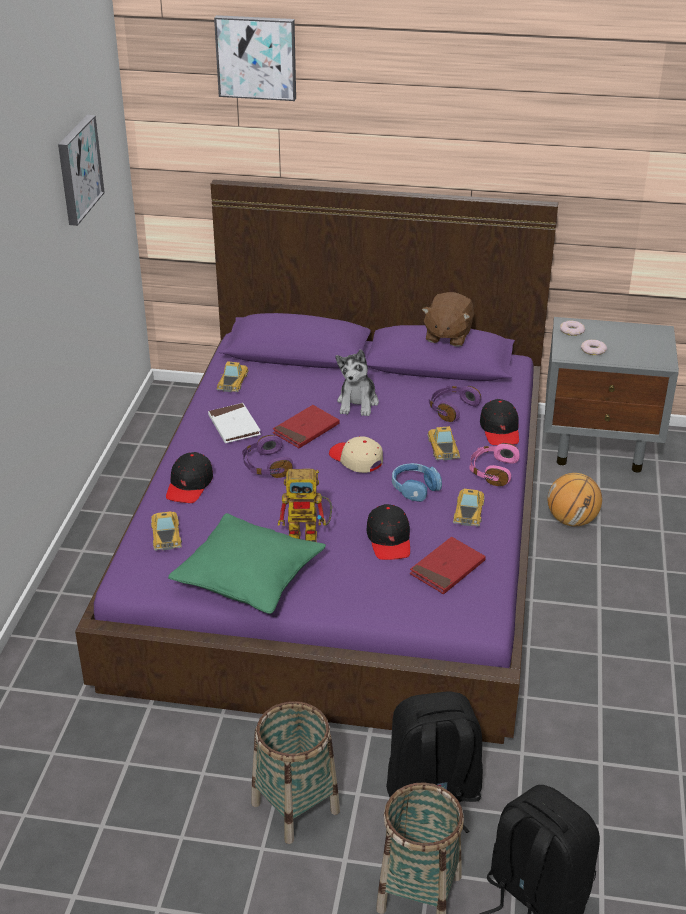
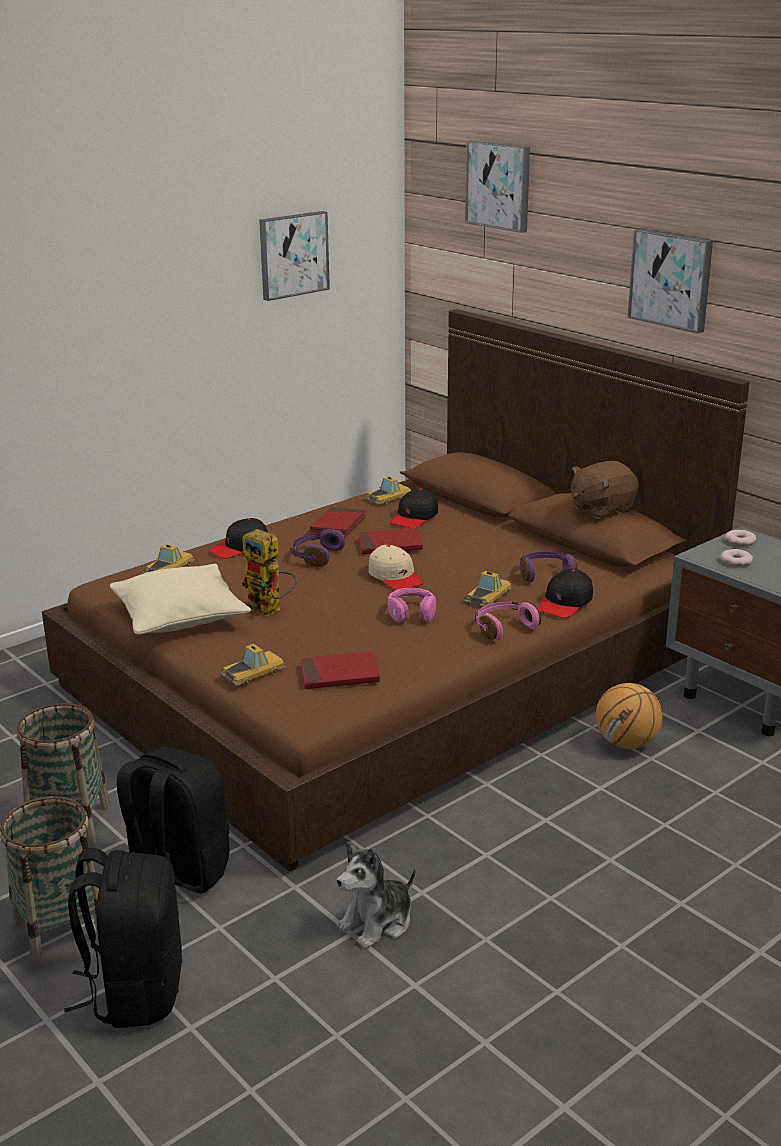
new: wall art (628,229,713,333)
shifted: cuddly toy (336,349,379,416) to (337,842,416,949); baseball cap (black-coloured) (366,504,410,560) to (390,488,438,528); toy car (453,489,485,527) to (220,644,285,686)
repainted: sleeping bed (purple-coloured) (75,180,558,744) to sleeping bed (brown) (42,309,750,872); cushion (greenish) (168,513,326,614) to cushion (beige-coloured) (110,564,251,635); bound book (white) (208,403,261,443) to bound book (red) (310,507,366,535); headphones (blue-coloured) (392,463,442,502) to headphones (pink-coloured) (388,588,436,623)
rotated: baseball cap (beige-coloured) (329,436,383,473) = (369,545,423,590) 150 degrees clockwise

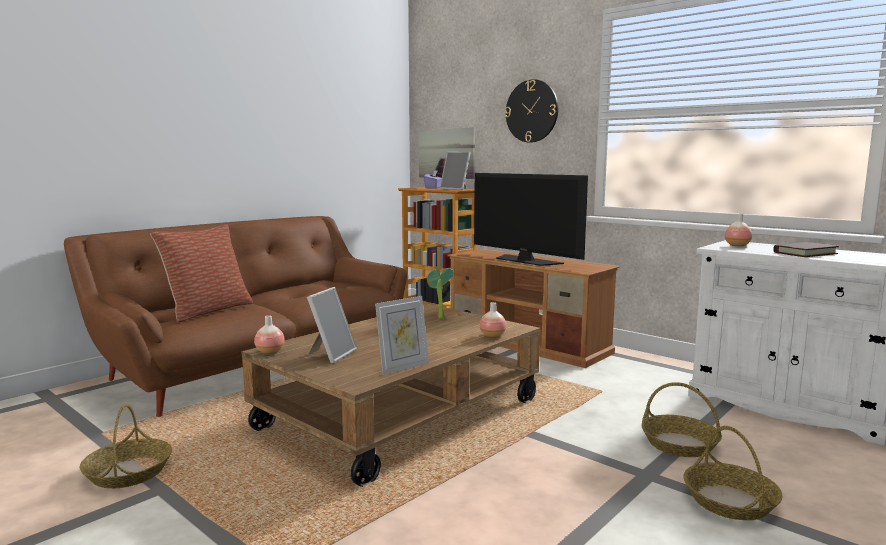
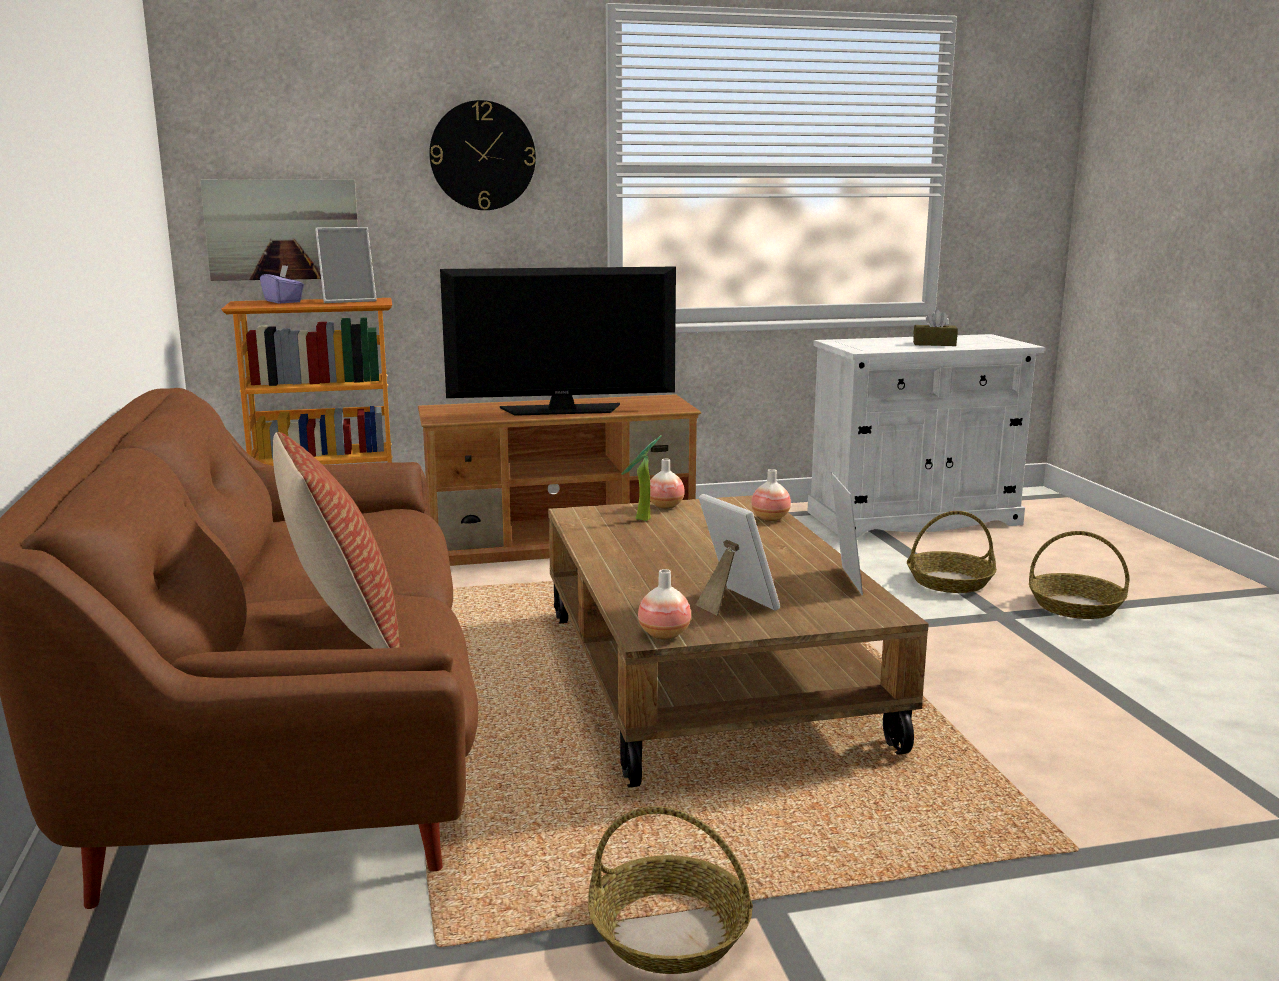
shifted: decorative vase (725,214,752,247) to (650,459,685,509)
swapped: bound book (brown) (773,242,839,257) to box of tissues (brown) (913,309,958,346)

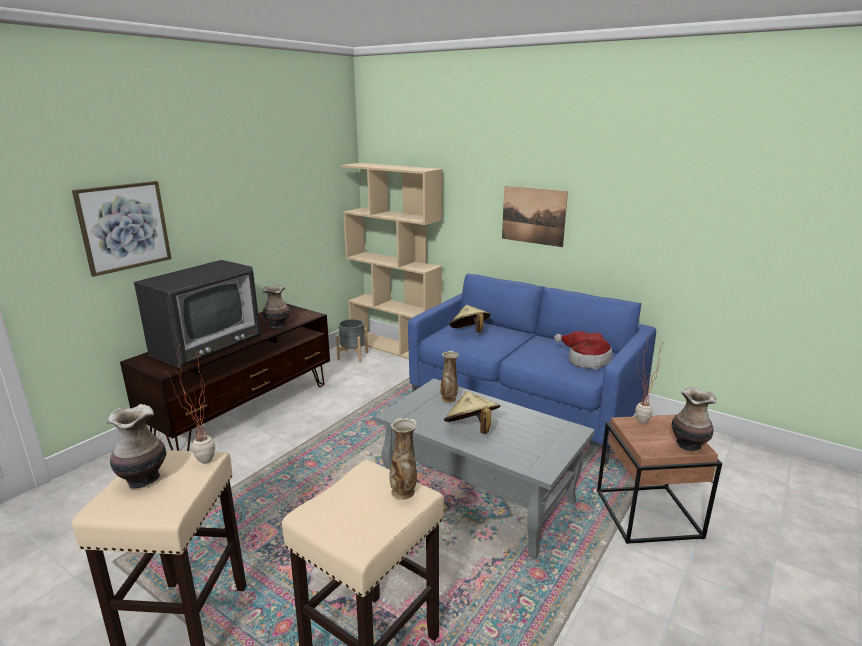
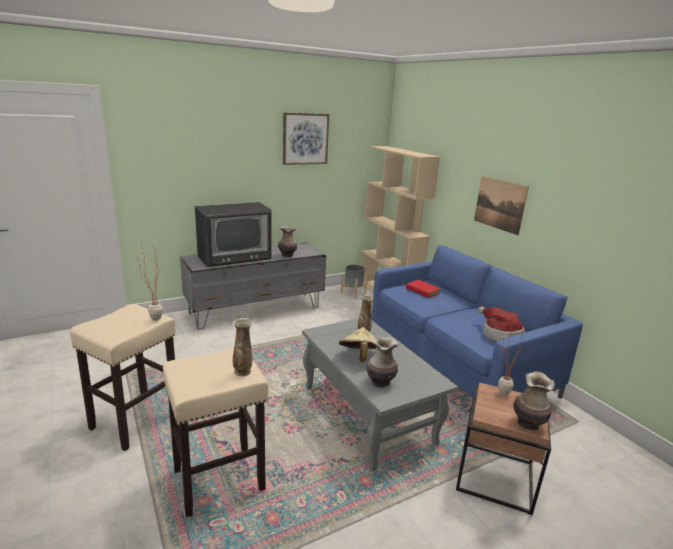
shifted: wall art (72,181,171,277) to (283,112,329,165); decorative vase (106,404,166,489) to (366,336,398,388)
swapped: wearable hat (beige-coloured) (450,305,490,333) to bound book (red) (406,280,441,299)
repainted: tv stand (brown) (120,303,330,451) to tv stand (gray) (180,243,326,330)

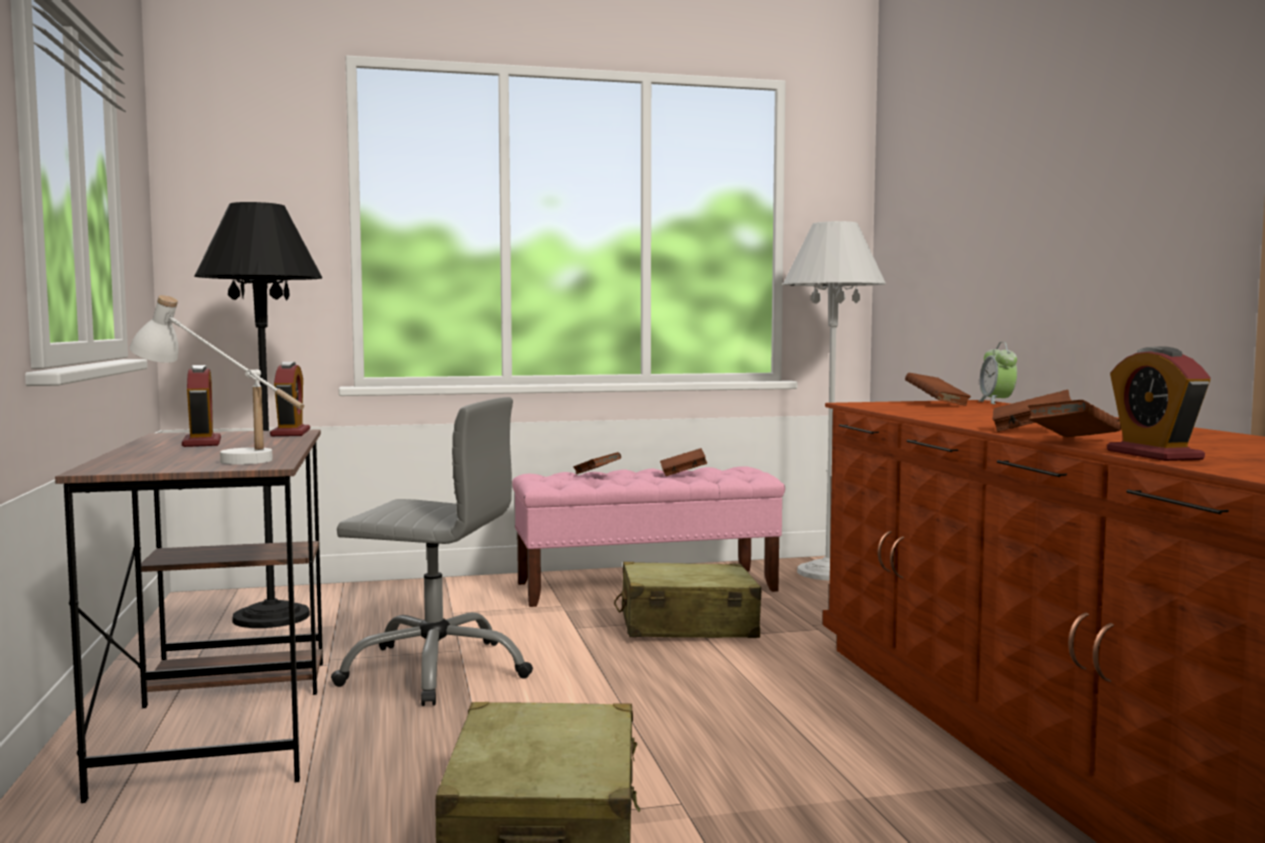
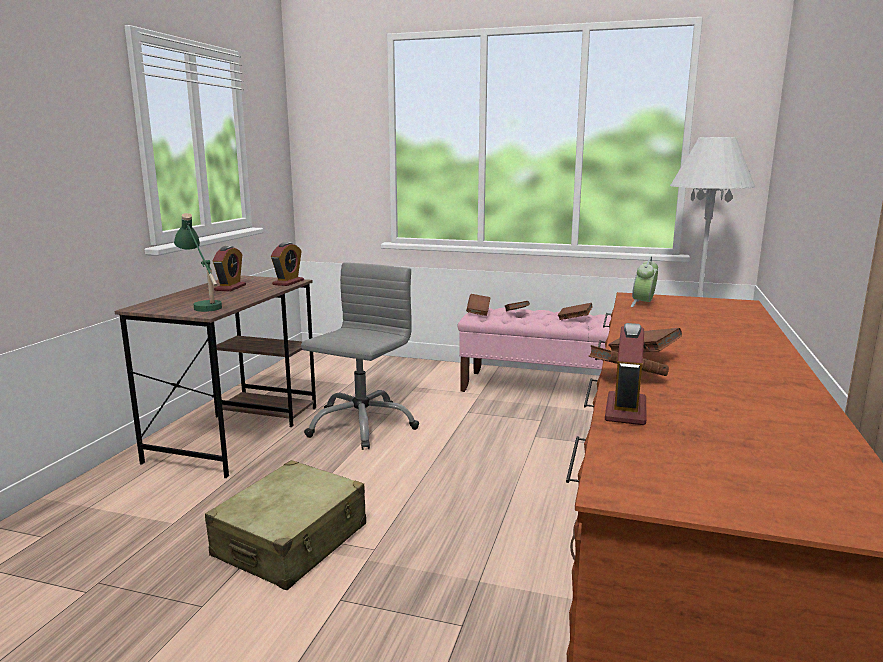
gone: floor lamp (black-coloured) (195,202,322,628); suitcase (beige-coloured) (614,562,761,638)
shifted: bound book (brown) (905,373,971,406) to (466,294,491,316); bedside clock (979,342,1017,404) to (631,256,658,307)
repainted: table lamp (white) (129,295,304,465) to table lamp (greenish) (174,213,222,312)
rotated: desk chair (gray) (331,397,533,706) = (301,262,419,450) 105 degrees counterclockwise

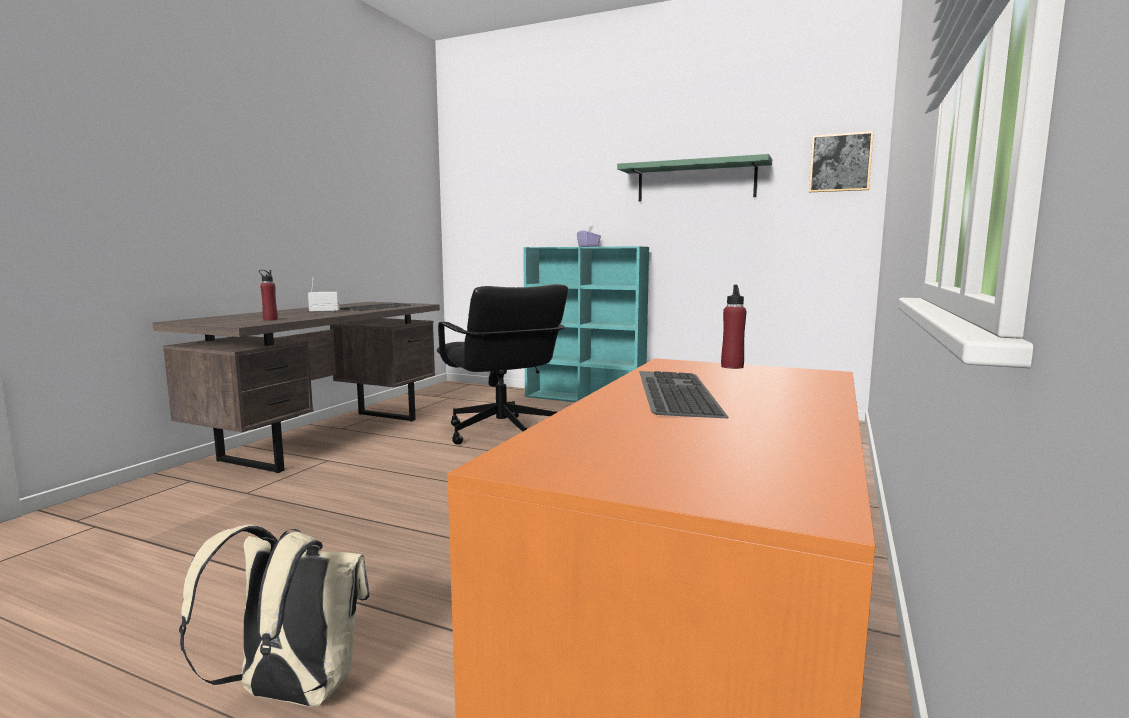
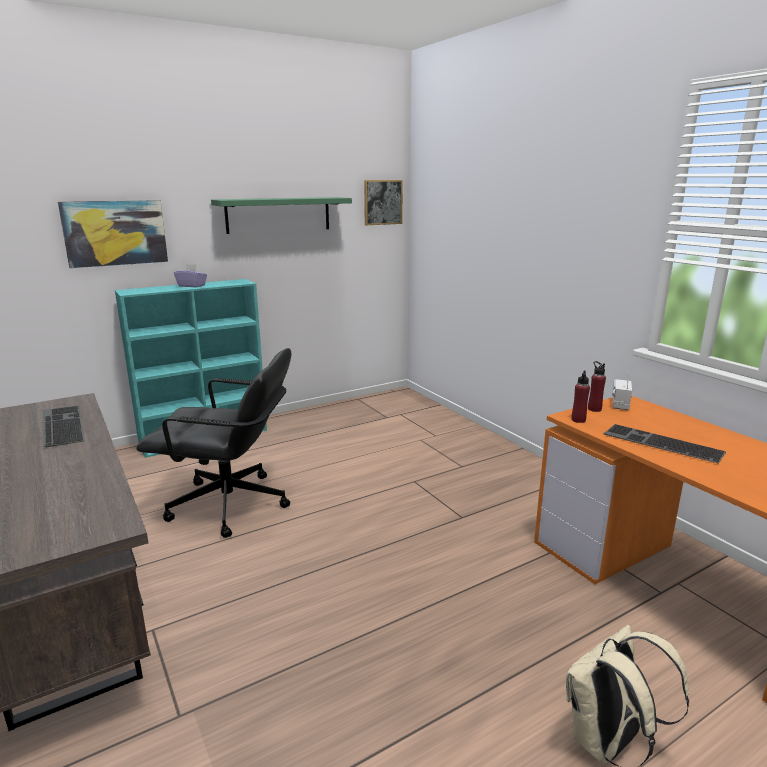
new: wall art (58,200,168,268)
shifted: drink bottle (red) (259,270,278,321) to (571,370,590,423); radio receiver (308,277,339,313) to (612,372,632,410)

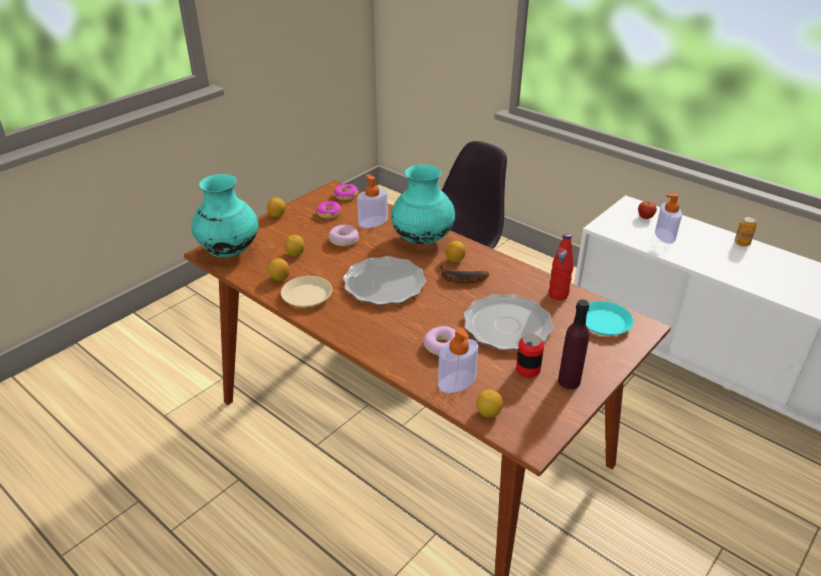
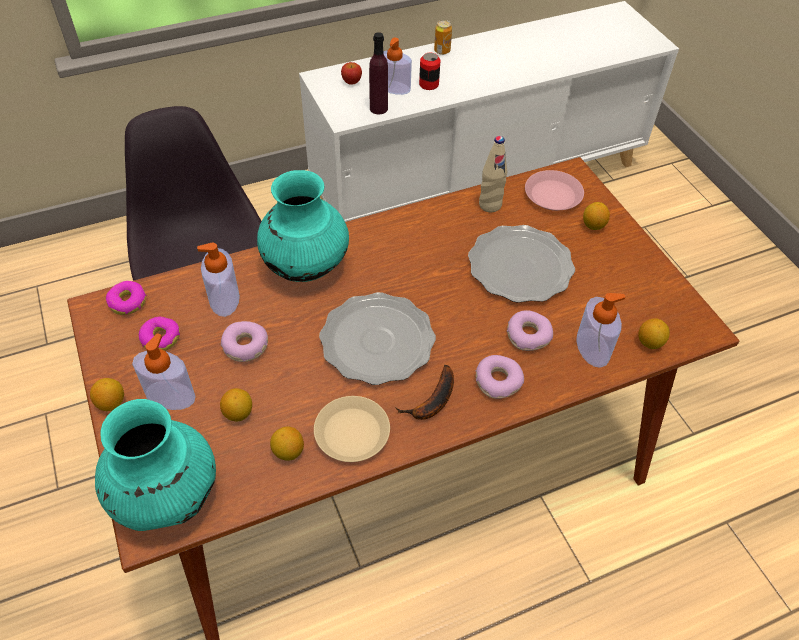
new: soap dispenser (132,334,196,410); donut (475,355,524,399)
shifted: banana (441,265,489,283) to (395,365,454,420); lemon (445,241,466,262) to (583,202,610,230); metal can (516,334,544,378) to (419,53,441,90); drink bottle (purple-coloured) (558,300,589,389) to (369,32,388,114)
repainted: drink bottle (red) (548,233,574,300) to drink bottle (beige-coloured) (479,136,507,212); dinner plate (blue-green) (586,301,634,336) to dinner plate (pink-coloured) (525,170,584,211)

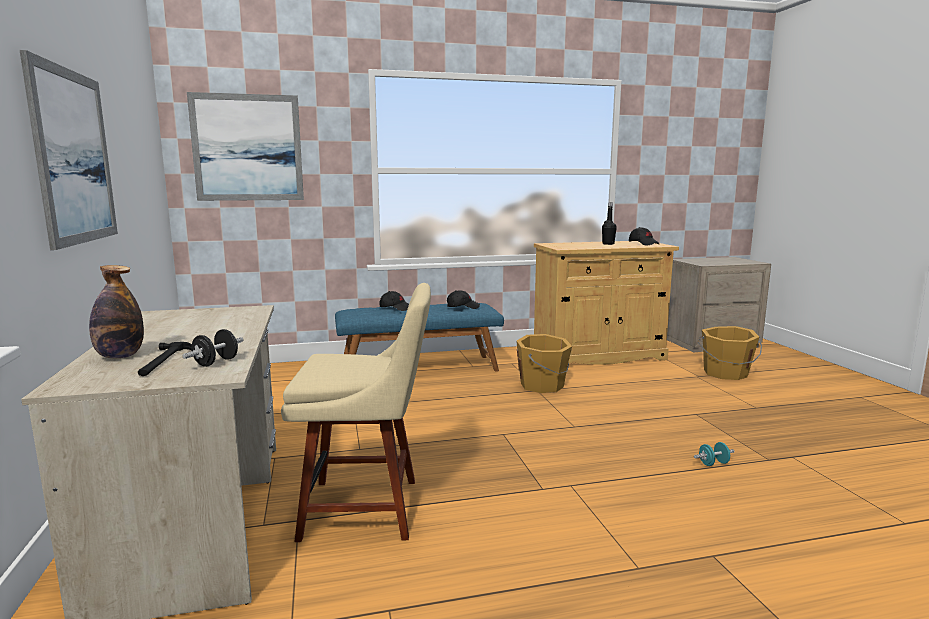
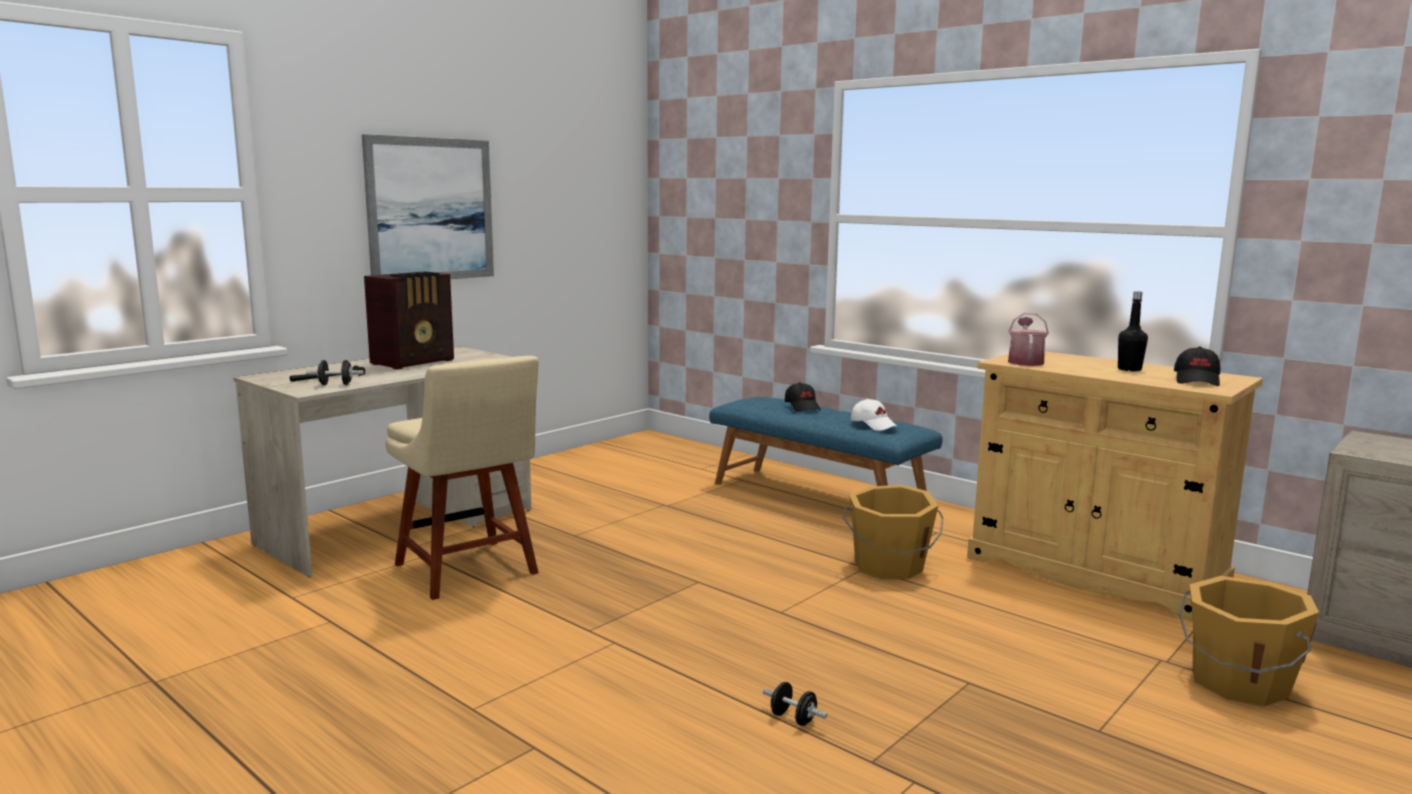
gone: drink bottle (89,265,144,358); wall art (187,92,304,201)
new: radio receiver (364,271,454,370); sprinkling can (1008,313,1049,366)
repainted: baseball cap (black-coloured) (447,290,480,309) to baseball cap (white) (851,399,898,431); hand weight (blue-green) (694,442,735,466) to hand weight (black-coloured) (763,682,827,726)

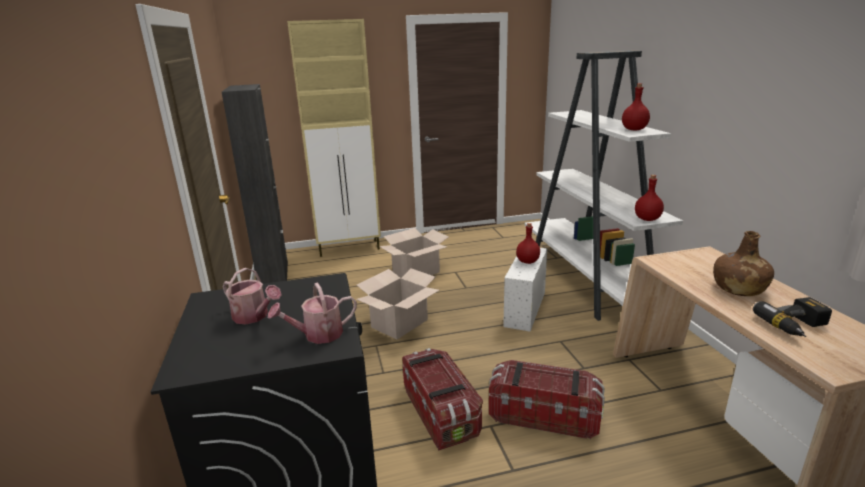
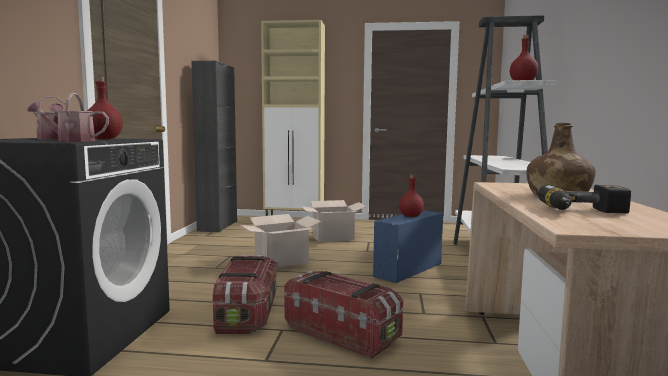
shifted: drink bottle (red) (635,175,664,221) to (87,76,123,139)
repainted: storage container (white) (503,248,547,332) to storage container (blue-coloured) (373,210,443,283)

